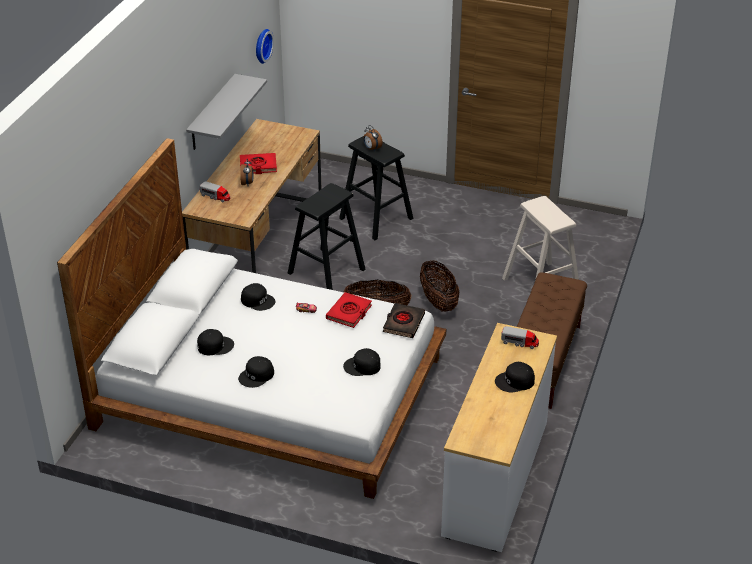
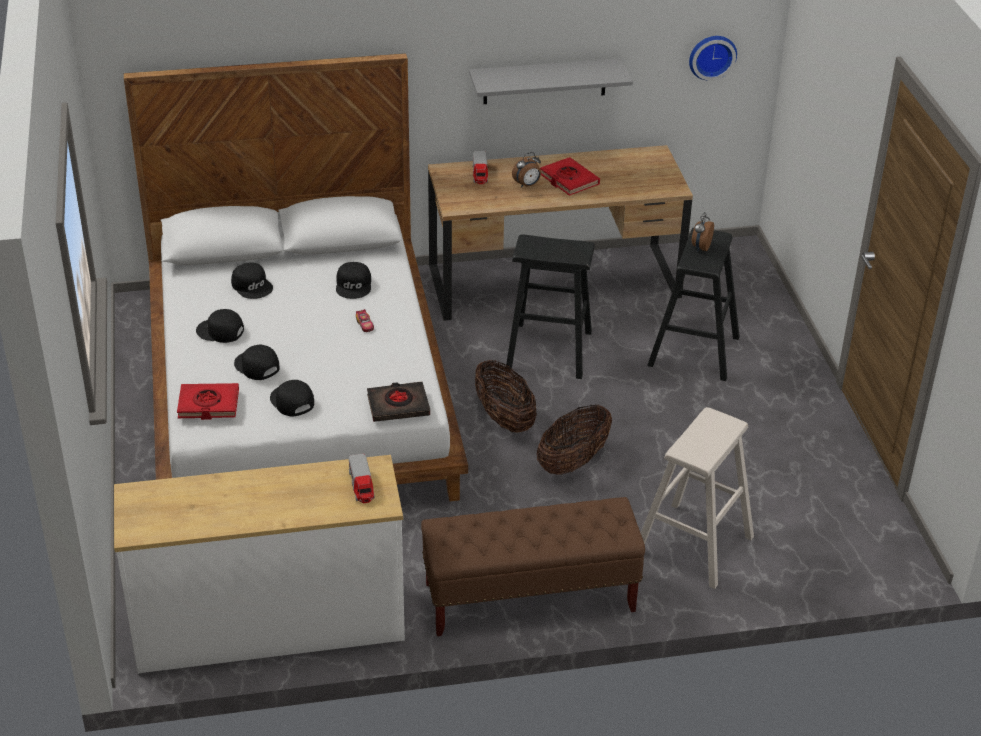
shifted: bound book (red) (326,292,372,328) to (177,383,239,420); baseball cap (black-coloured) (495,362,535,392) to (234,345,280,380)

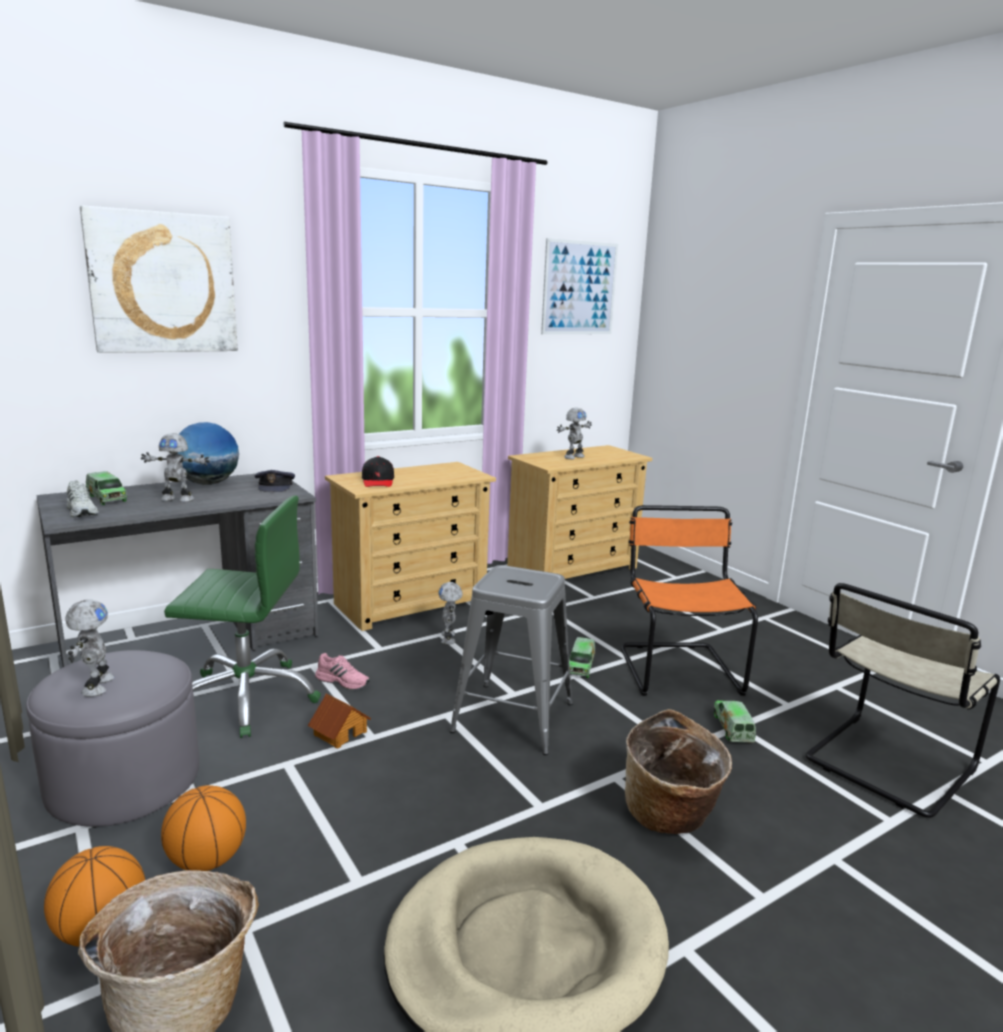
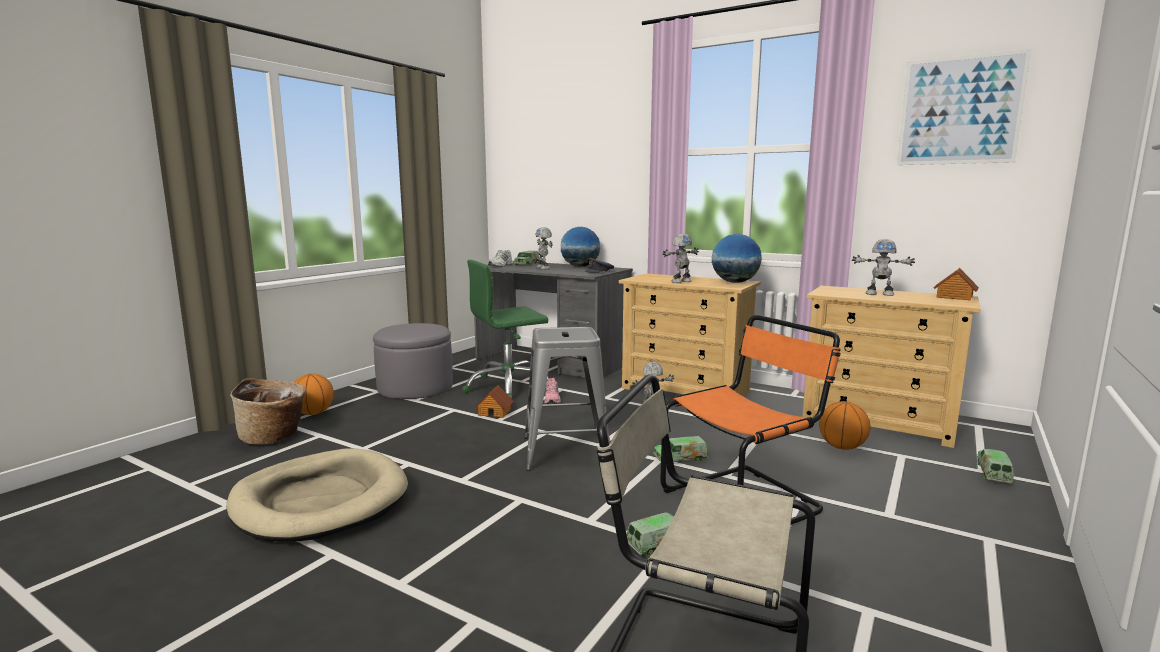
gone: wall art (80,206,238,353); baseball cap (black-coloured) (362,456,394,487); basket (625,709,732,834)
new: world globe (712,234,762,283); toy house (934,268,979,300); toy lorry (977,449,1014,483)
shifted: robot figure (65,599,114,697) to (663,234,699,283); ball for basketball (161,785,246,871) to (819,401,871,450)
rotated: desk chair (greenish) (164,495,321,738) = (462,260,549,399) 90 degrees clockwise

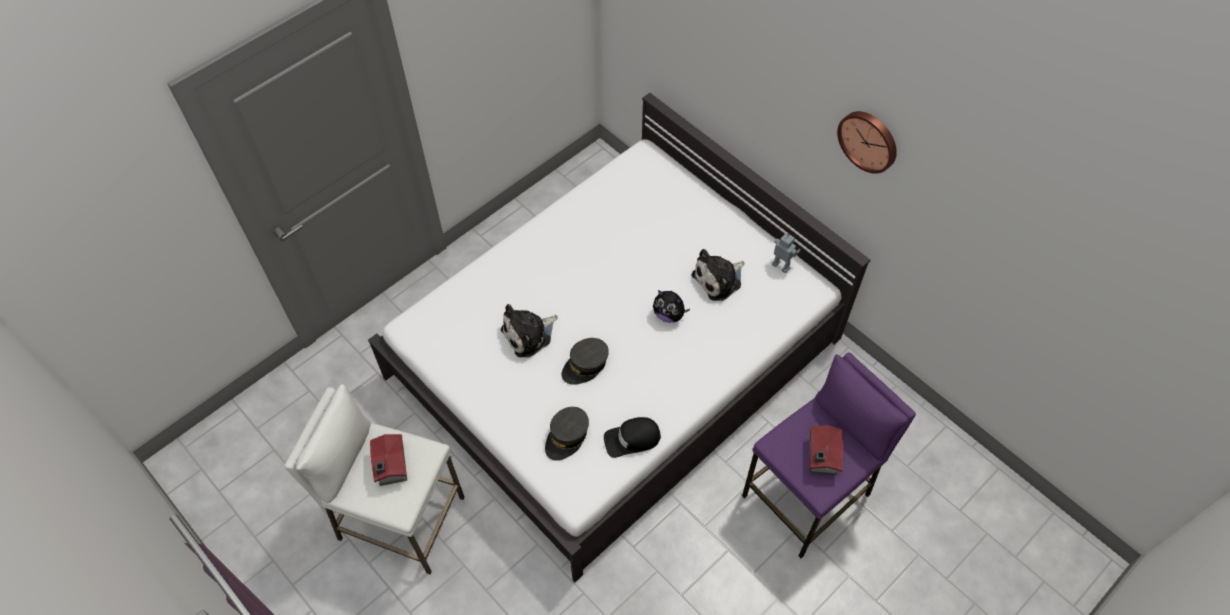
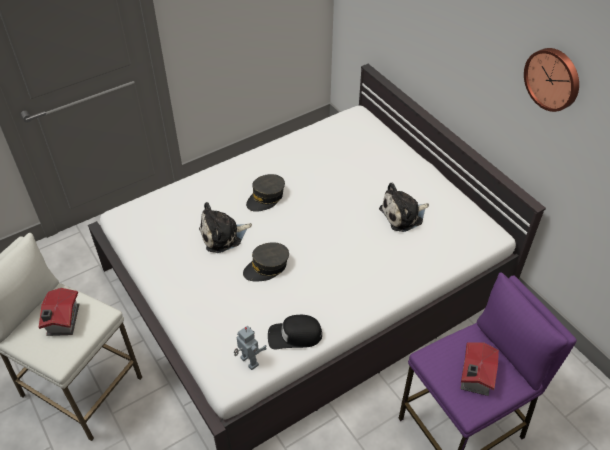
gone: cuddly toy (653,290,690,323)
shifted: baseball cap (gray) (545,407,589,461) to (246,174,285,212); robot figure (772,233,801,273) to (234,326,267,370)

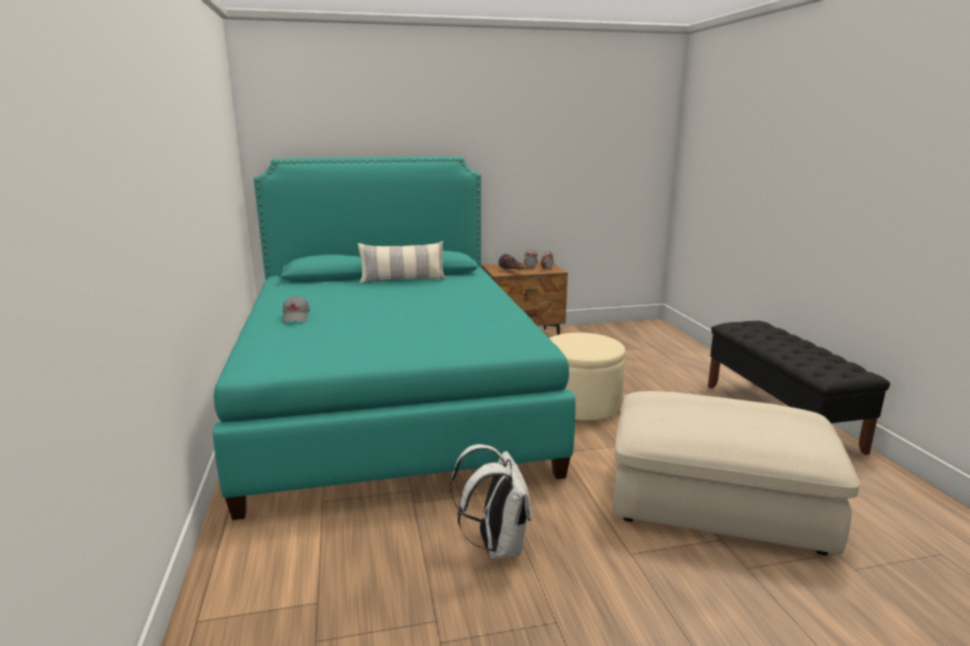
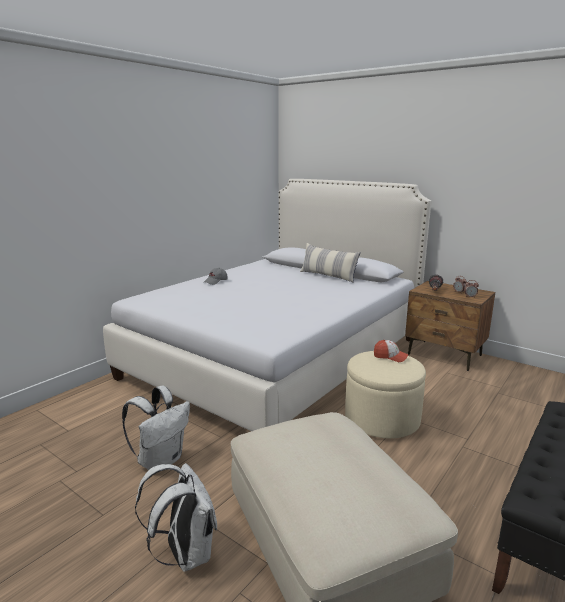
new: rucksack (white) (135,463,217,572); baseball cap (374,340,409,362)
repainted: sleeping bed (blue-green) (213,157,575,520) to sleeping bed (white) (103,179,431,431)

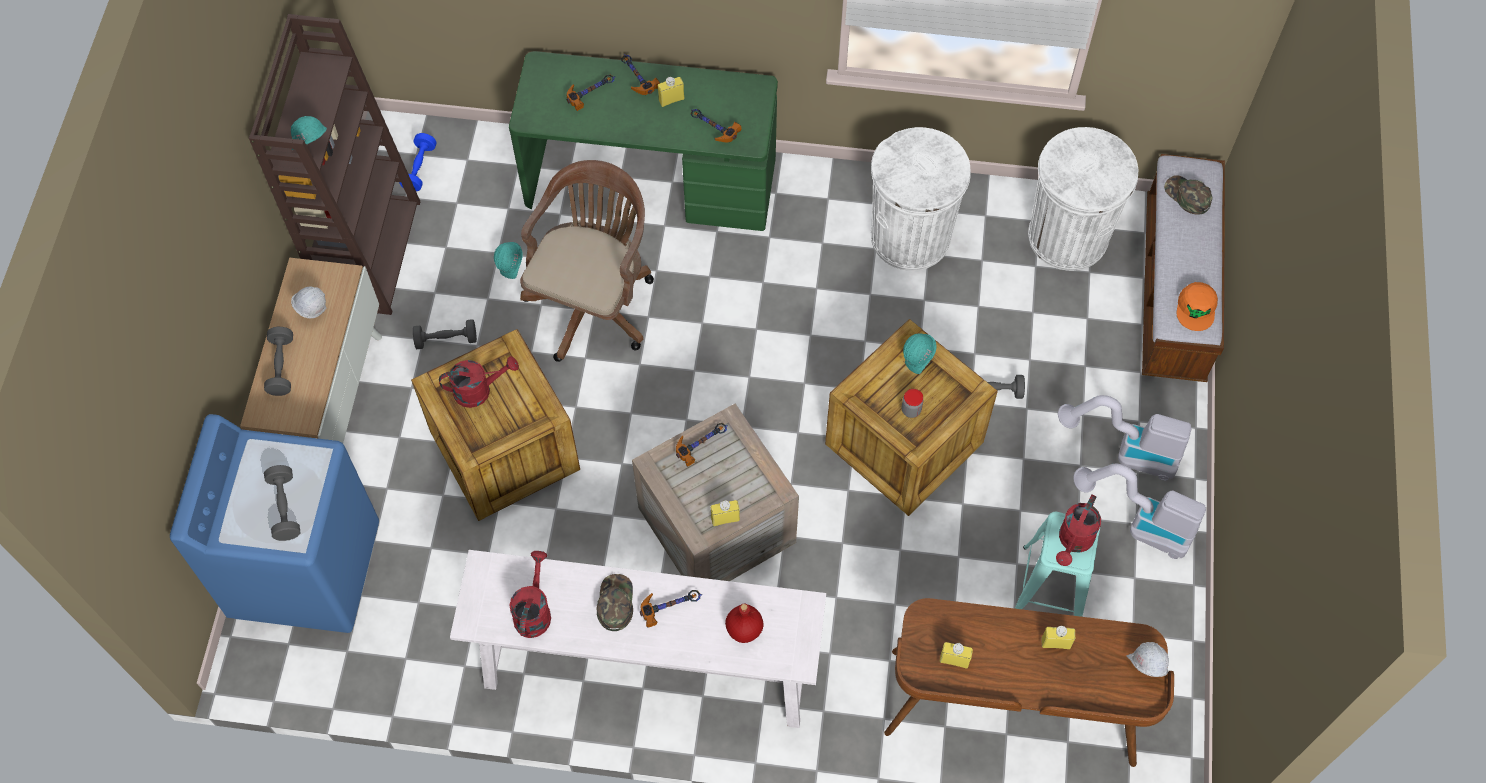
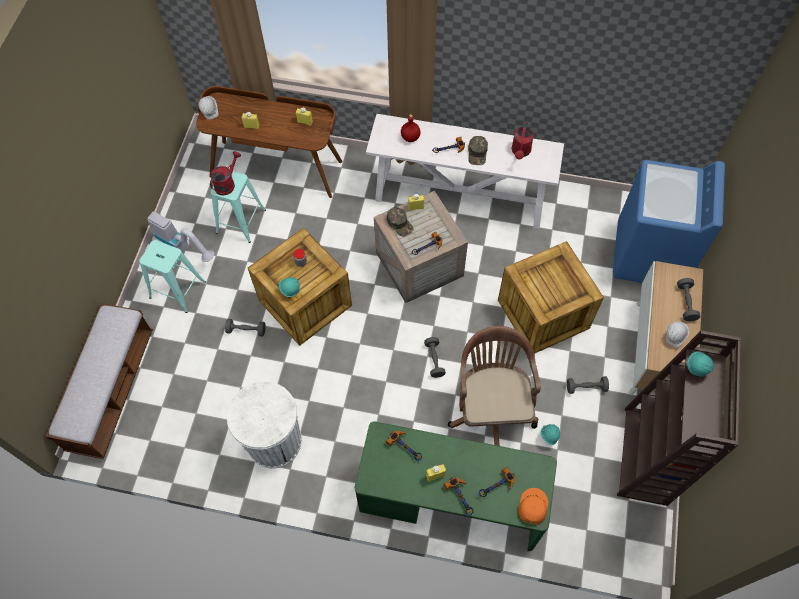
gone: hand weight (blue-coloured) (399,133,436,191); sprinkling can (red) (439,356,519,408); waste bin (white) (1028,127,1138,271)
shifted: hand weight (gray) (264,465,300,541) to (424,337,446,378); baseball cap (greenish) (1164,175,1213,215) to (387,207,413,237); baseball cap (orange) (1177,282,1218,331) to (518,488,548,525)
swapped: vacuum cleaner (1058,395,1191,481) to stool (blue-green) (139,240,206,313)
rotated: desk chair (brown) (520,160,654,362) = (448,326,541,446) 150 degrees clockwise

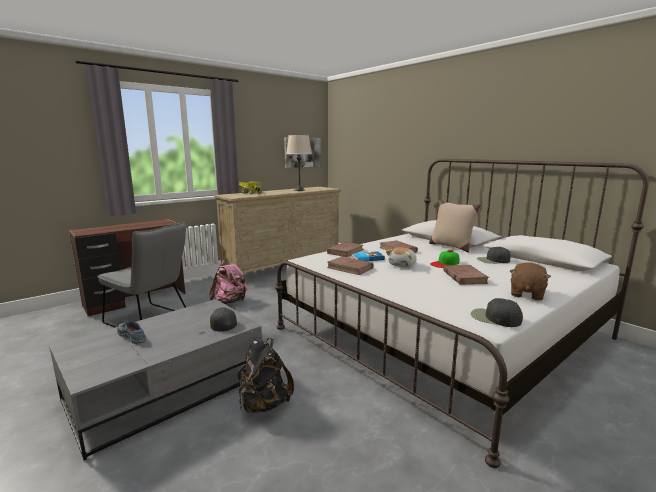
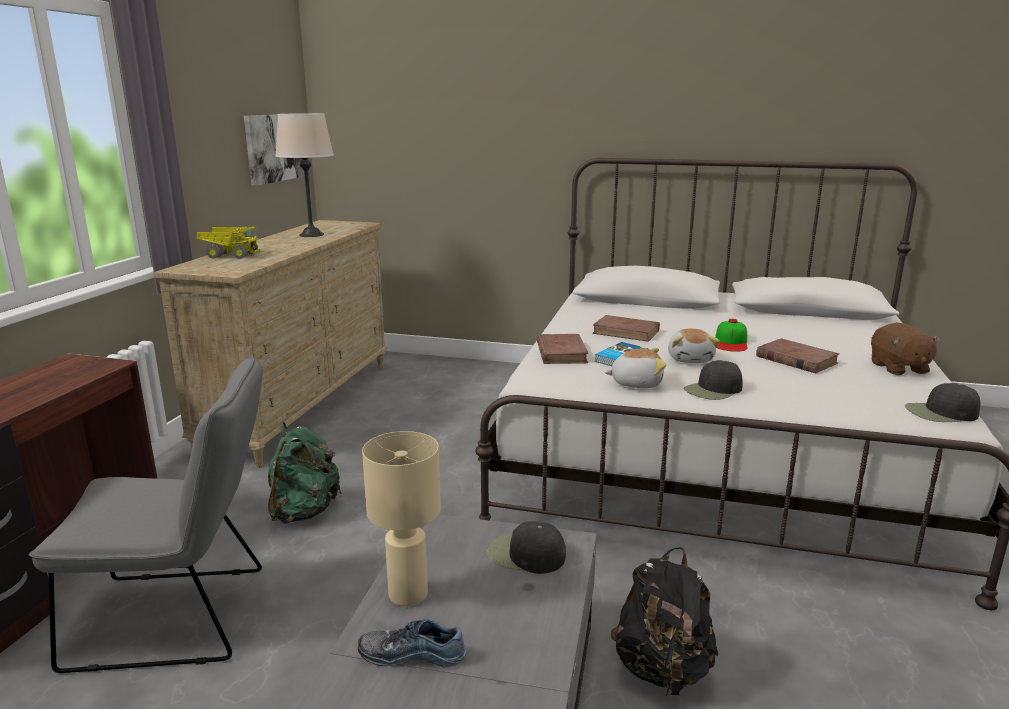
gone: cushion (beige-coloured) (429,200,481,253)
new: table lamp (beige-coloured) (362,431,441,606)
shifted: baseball cap (black-coloured) (477,247,511,264) to (684,360,743,400)
swapped: bound book (brown) (327,256,373,275) to cuddly toy (604,348,667,388)
repainted: rucksack (pink-coloured) (209,260,248,304) to rucksack (greenish) (268,422,341,524)

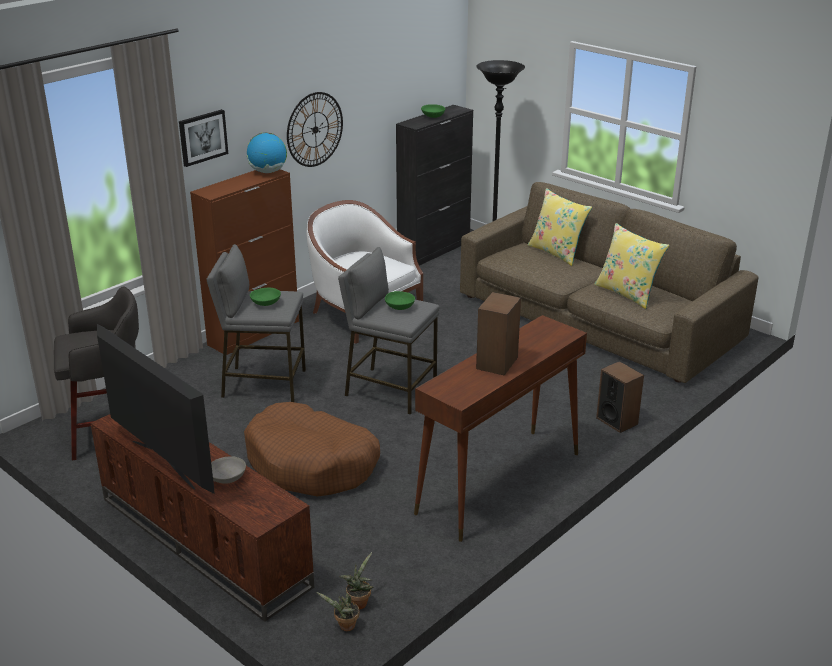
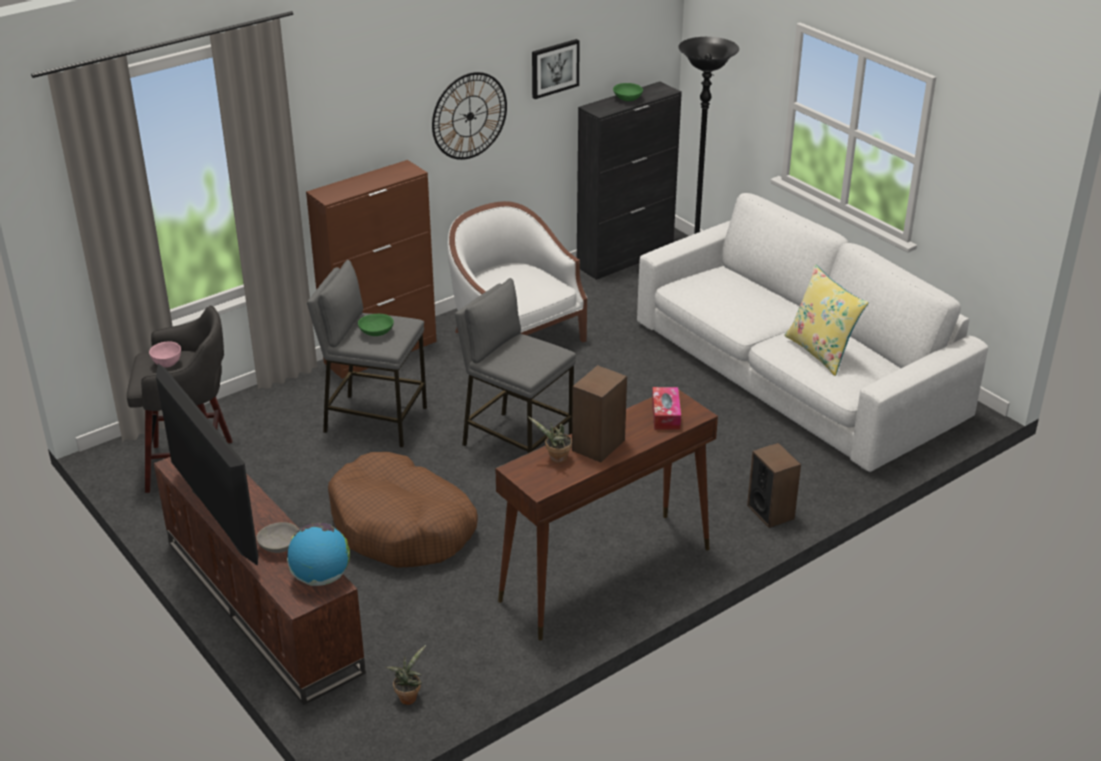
gone: bowl (greenish) (385,291,415,310); cushion (yellow) (527,188,592,266)
new: bowl (pink-coloured) (149,341,181,368); box of tissues (652,387,681,430)
shifted: wall art (179,109,228,167) to (532,39,580,99); world globe (247,132,287,173) to (287,523,350,586); plant in a pot (316,592,359,631) to (528,417,572,463)
repainted: couch (brown) (460,182,758,383) to couch (white) (637,193,988,472)

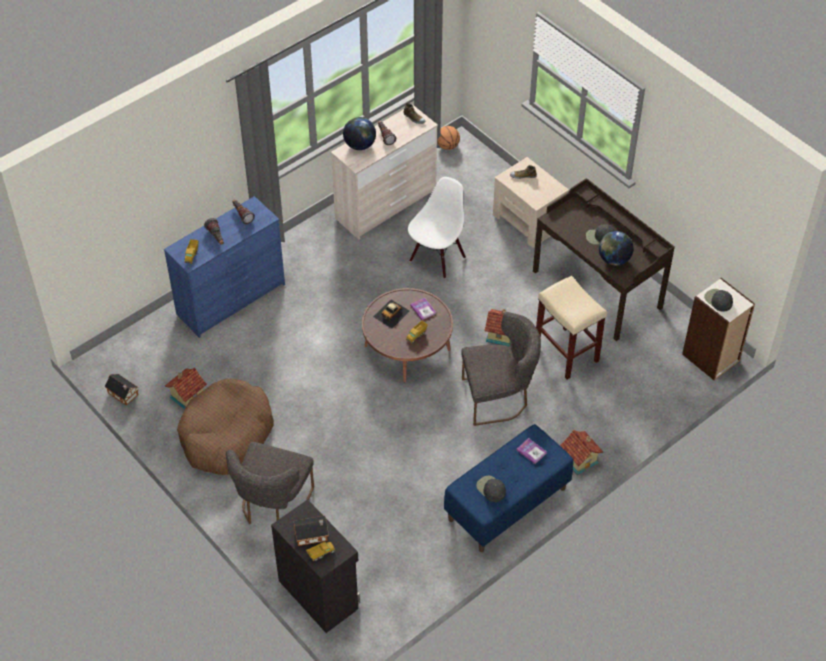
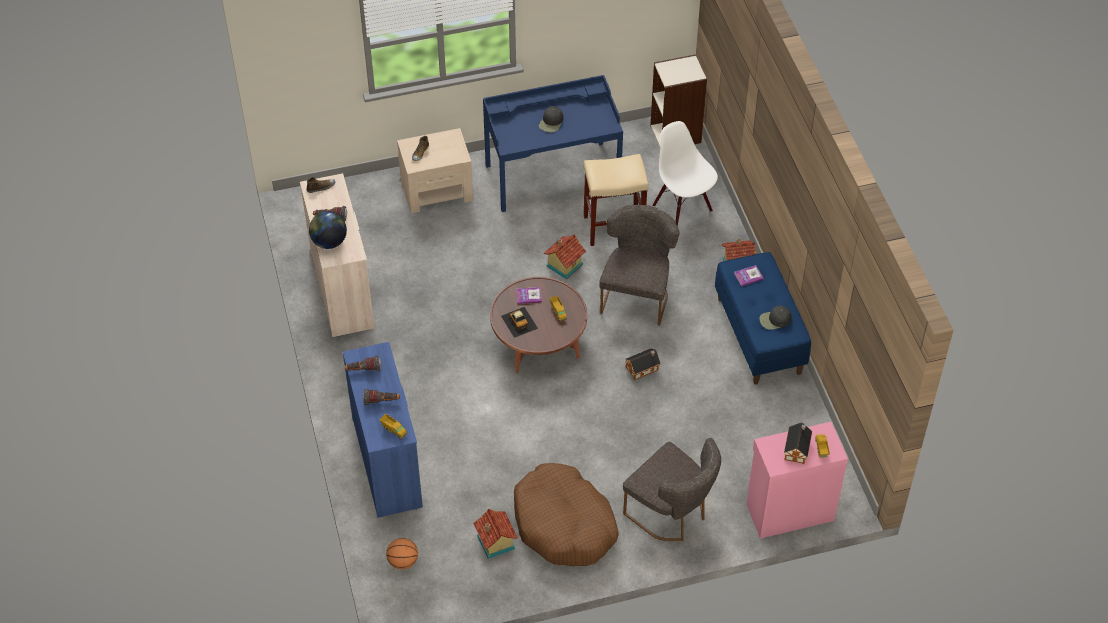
gone: world globe (599,231,634,266); baseball cap (black-coloured) (704,289,733,312)
shifted: toy house (105,374,139,406) to (625,348,661,380); plain chair (white) (408,177,466,279) to (653,121,718,226); ball for basketball (437,126,460,150) to (386,538,418,569)
repainted: cupboard (black-coloured) (271,499,360,633) to cupboard (pink-coloured) (746,422,848,539); desk table (brown) (533,178,675,341) to desk table (blue-coloured) (483,75,623,212)

